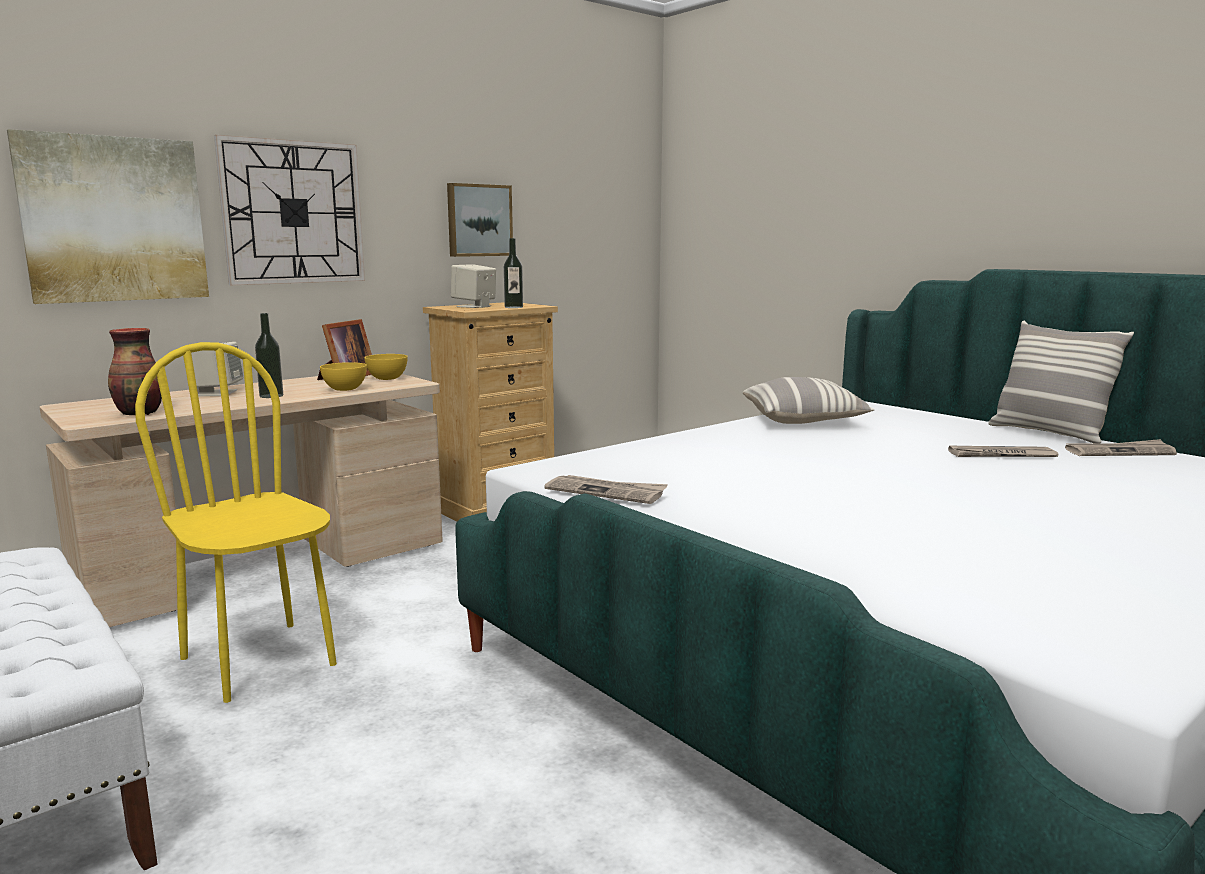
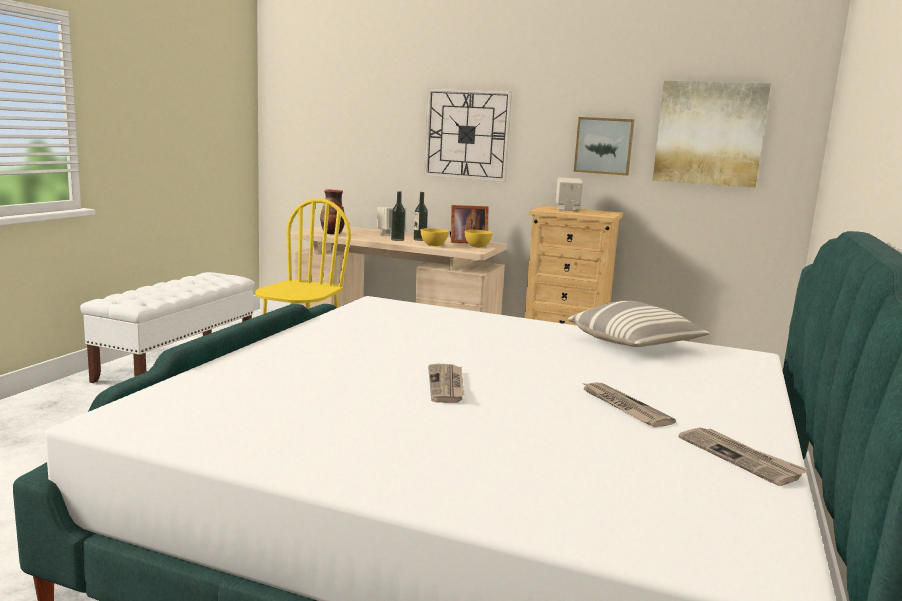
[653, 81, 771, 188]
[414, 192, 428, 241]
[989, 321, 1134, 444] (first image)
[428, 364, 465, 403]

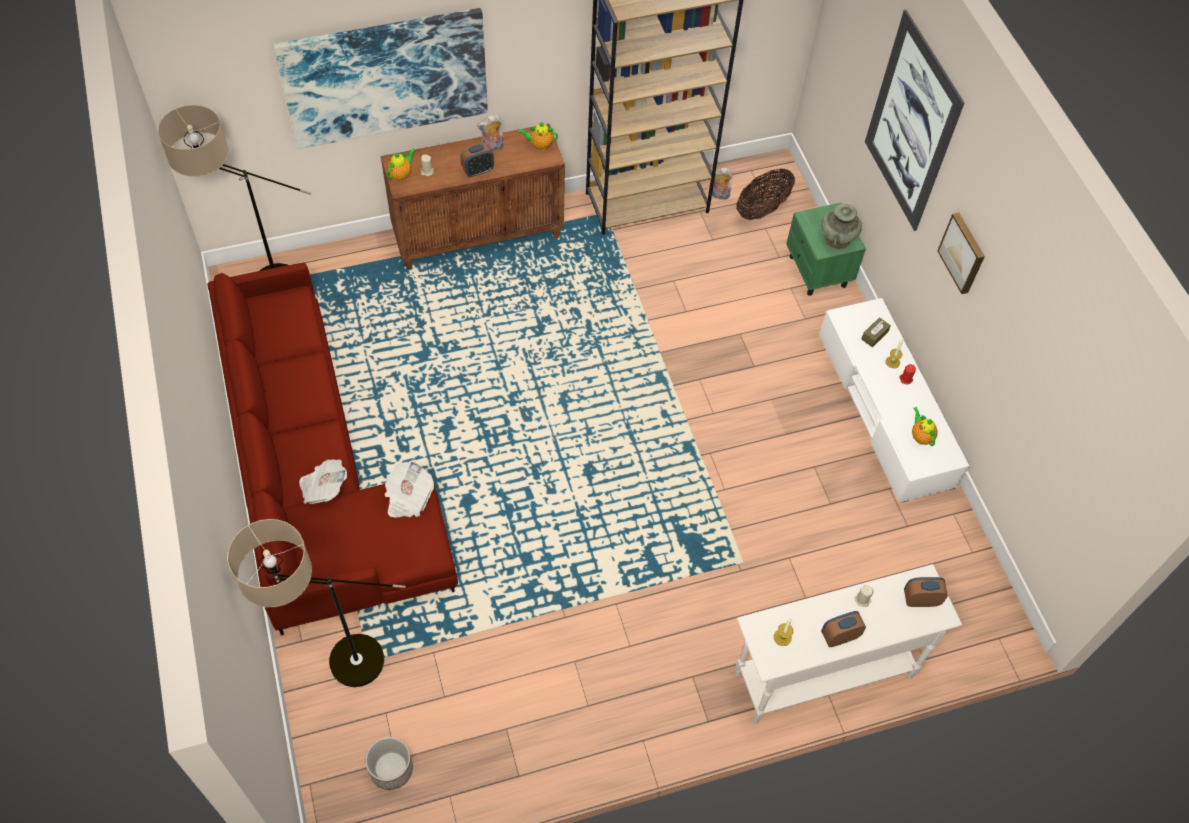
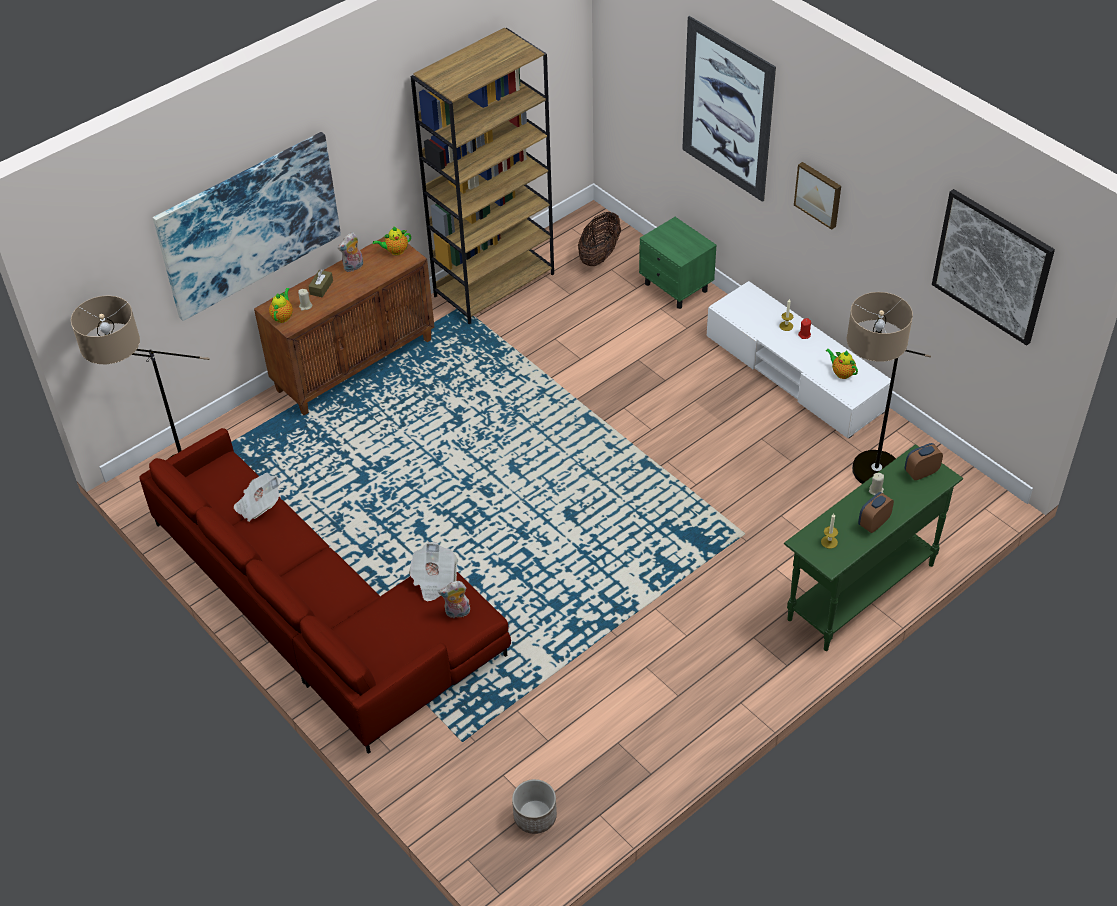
[460, 143, 494, 177] (first image)
[439, 581, 470, 618]
[821, 204, 862, 250] (first image)
[308, 269, 333, 297]
[234, 473, 281, 522]
[846, 292, 931, 484]
[784, 444, 963, 651]
[932, 189, 1055, 346]

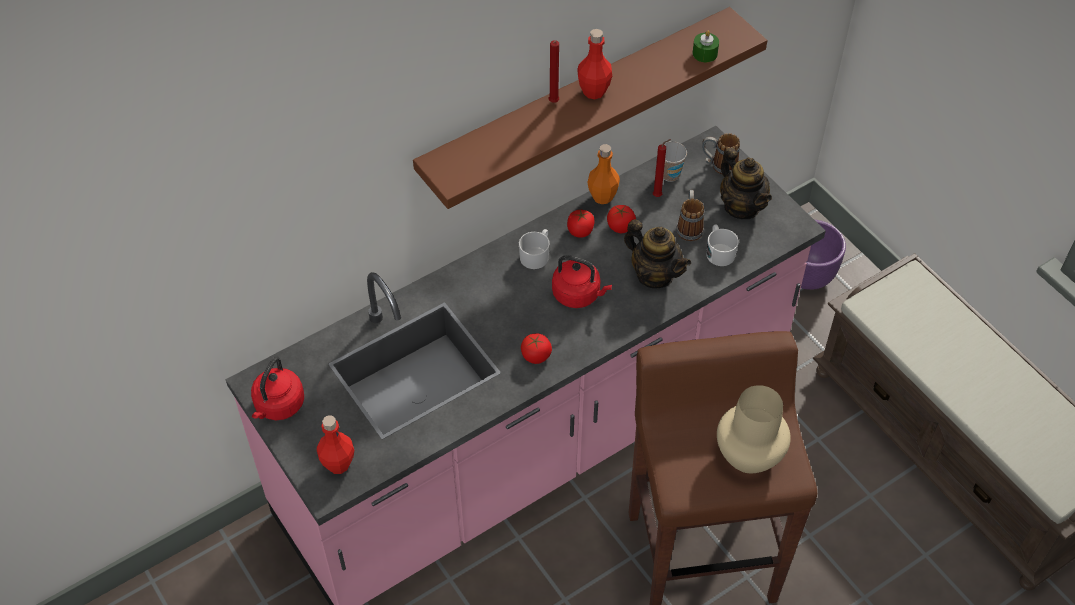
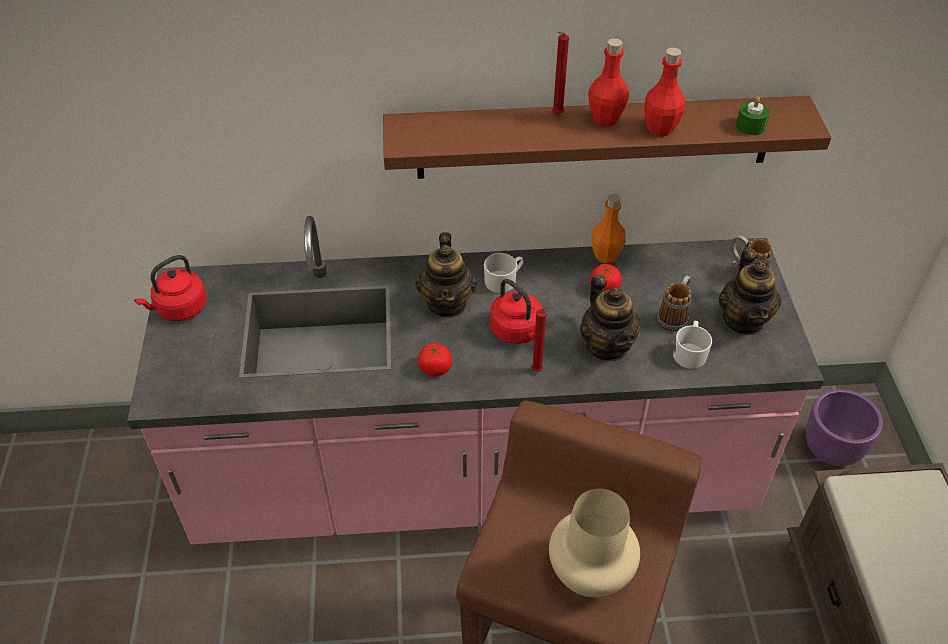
[531, 307, 553, 372]
[663, 141, 687, 182] (first image)
[567, 210, 595, 238] (first image)
[644, 48, 685, 136]
[415, 233, 477, 318]

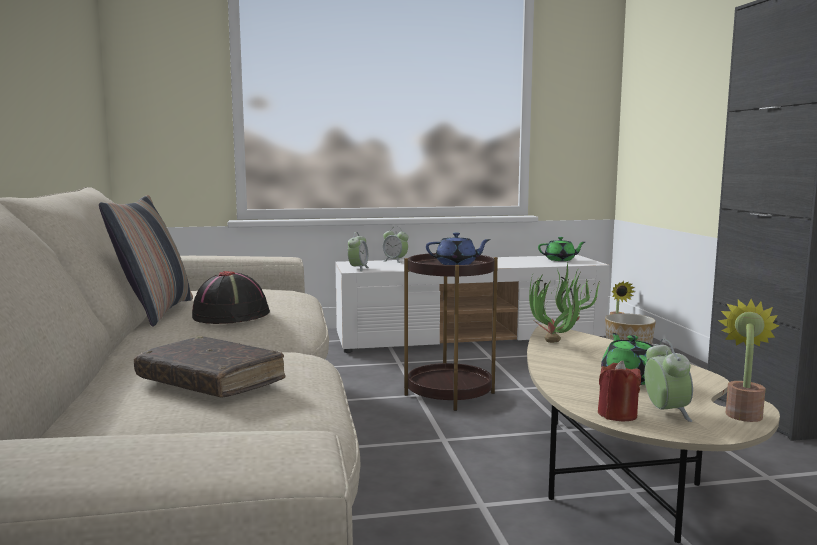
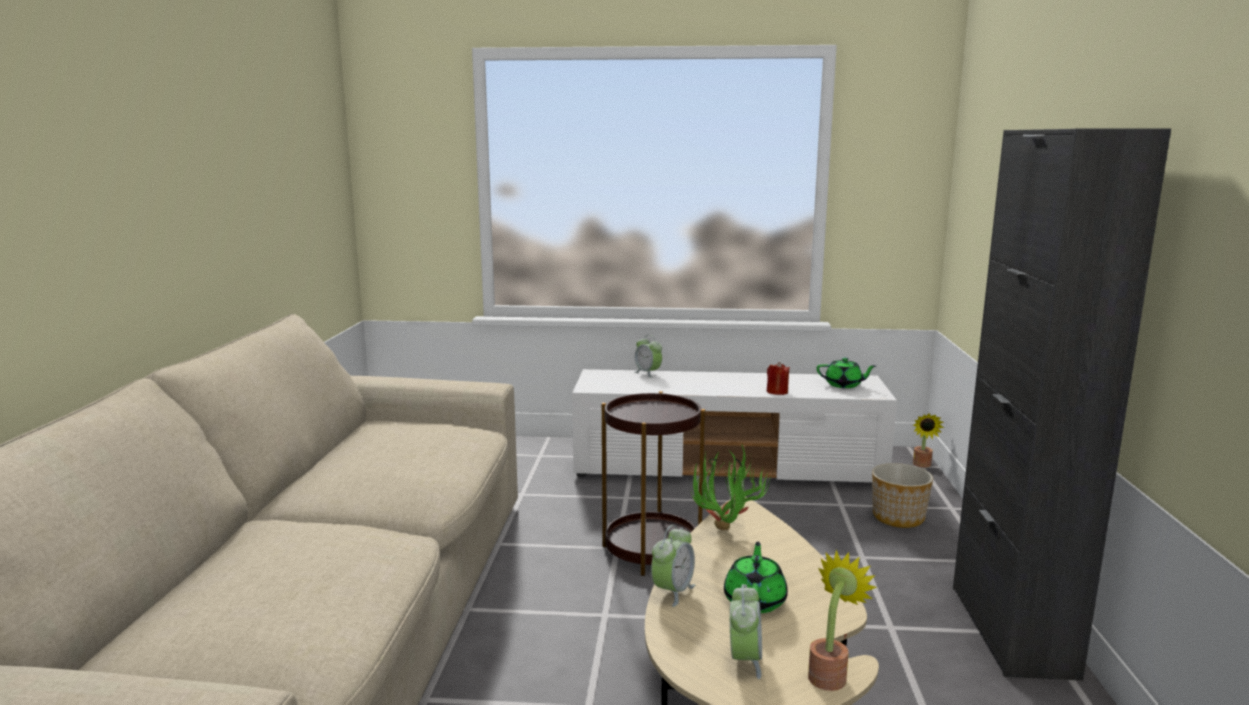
[99, 195, 193, 327] (first image)
[651, 525, 695, 607]
[426, 232, 491, 265] (first image)
[192, 271, 270, 324] (first image)
[134, 336, 286, 398] (first image)
[766, 362, 790, 395]

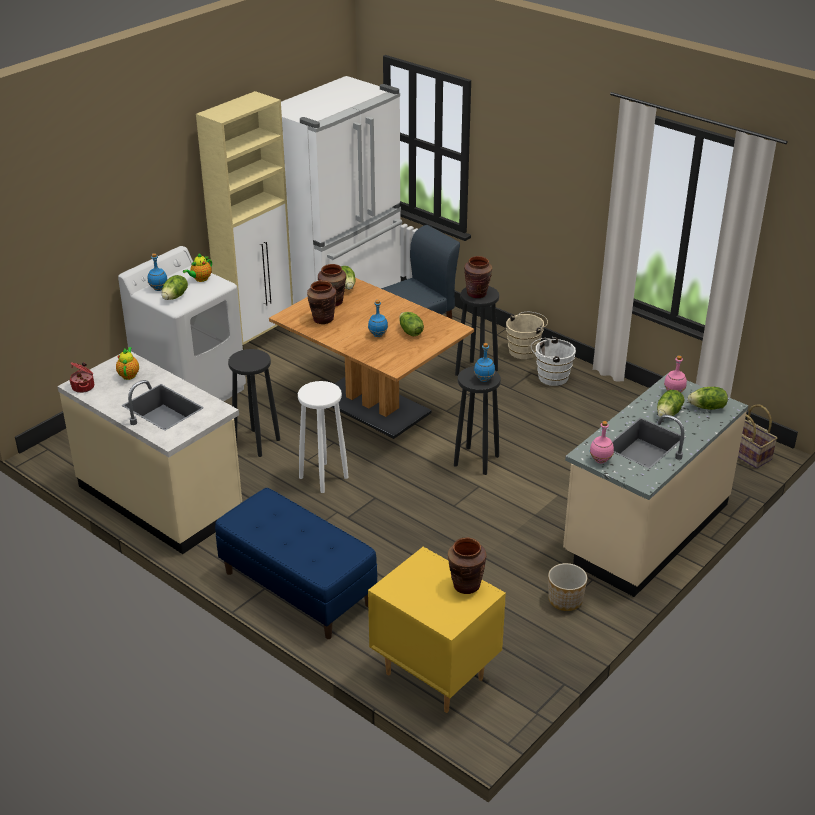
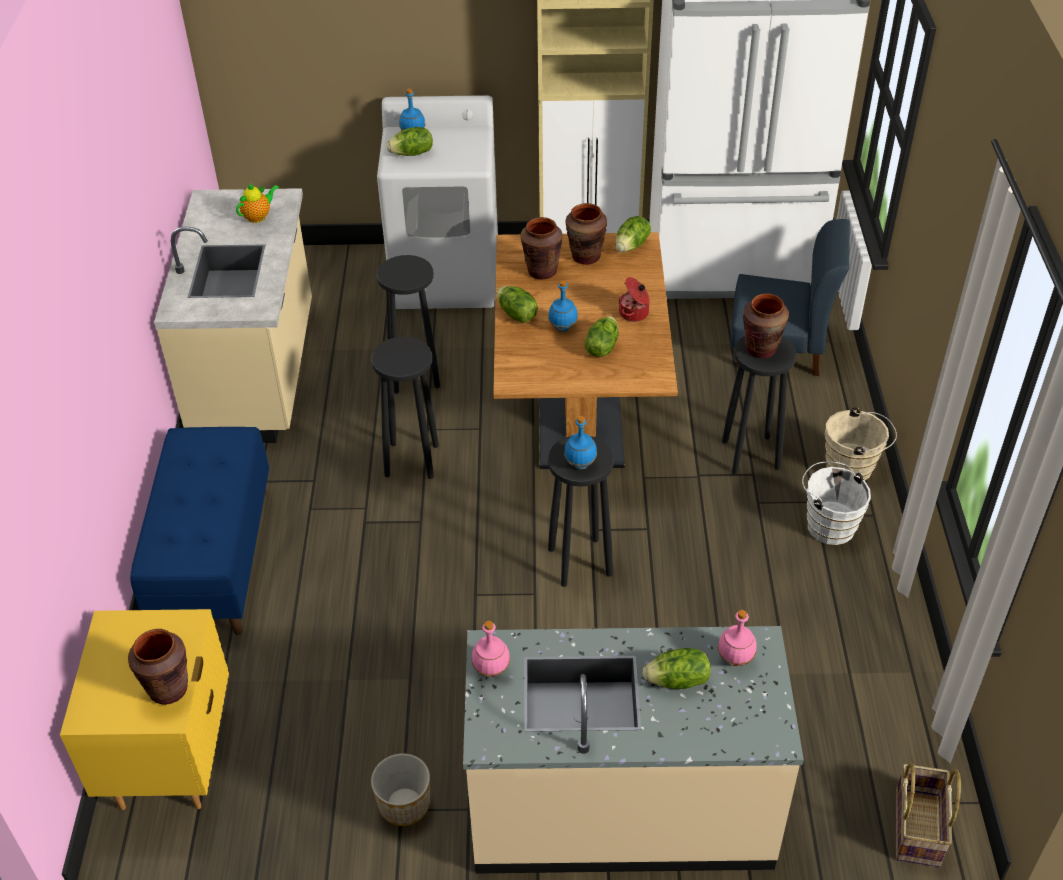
[183, 253, 212, 282] (first image)
[618, 277, 650, 322]
[371, 337, 439, 479]
[497, 286, 538, 323]

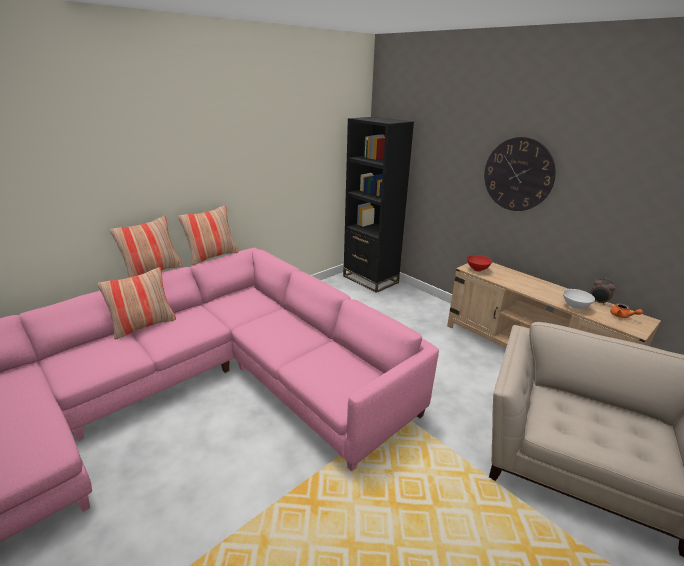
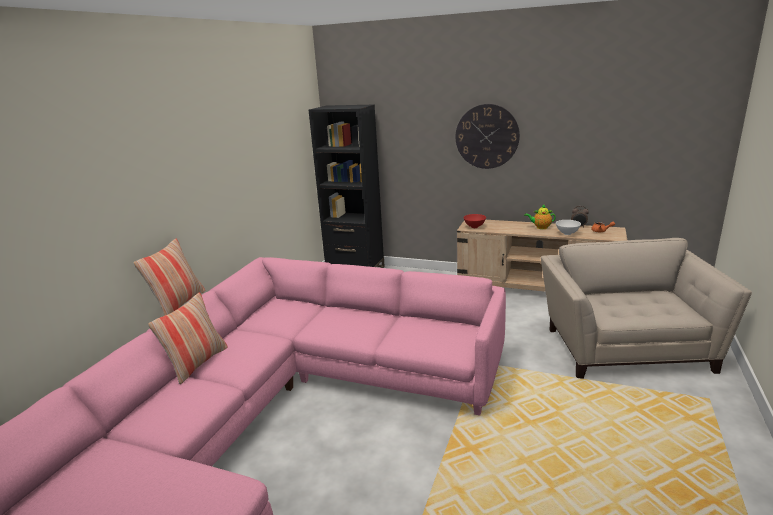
[178, 206, 239, 265] (first image)
[524, 204, 556, 229]

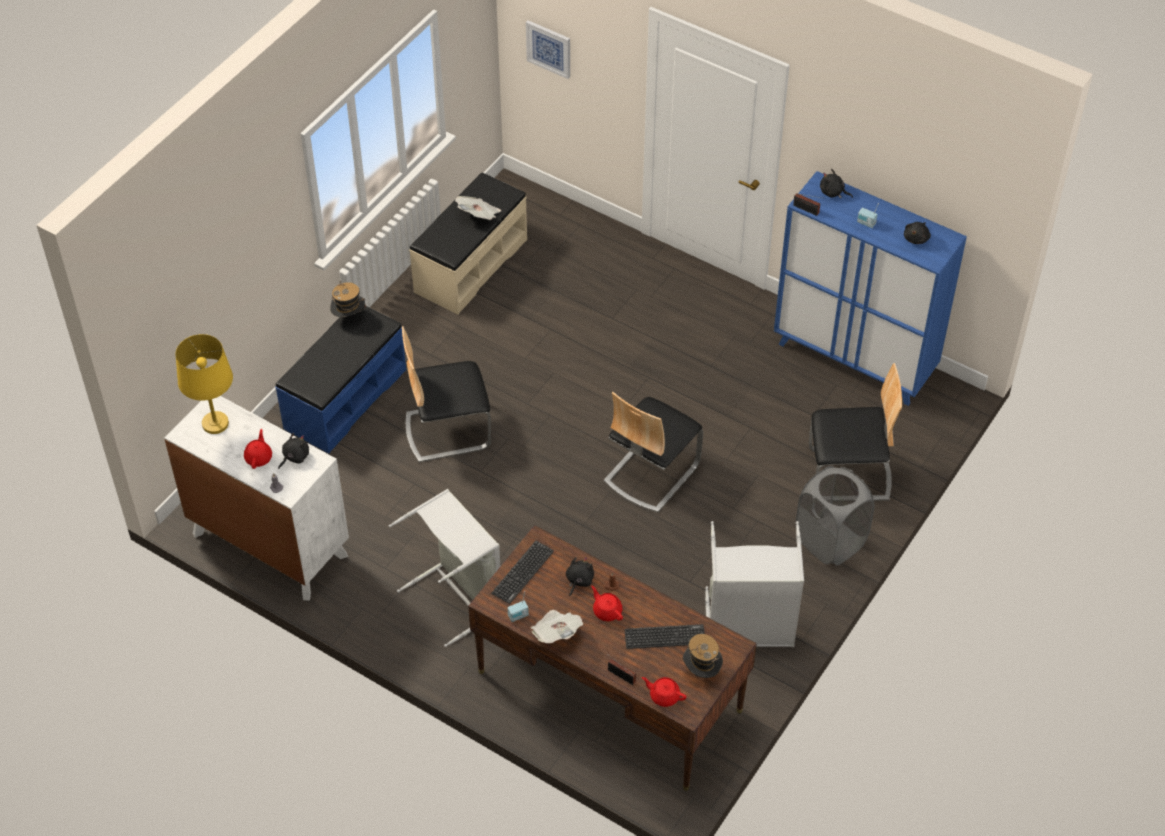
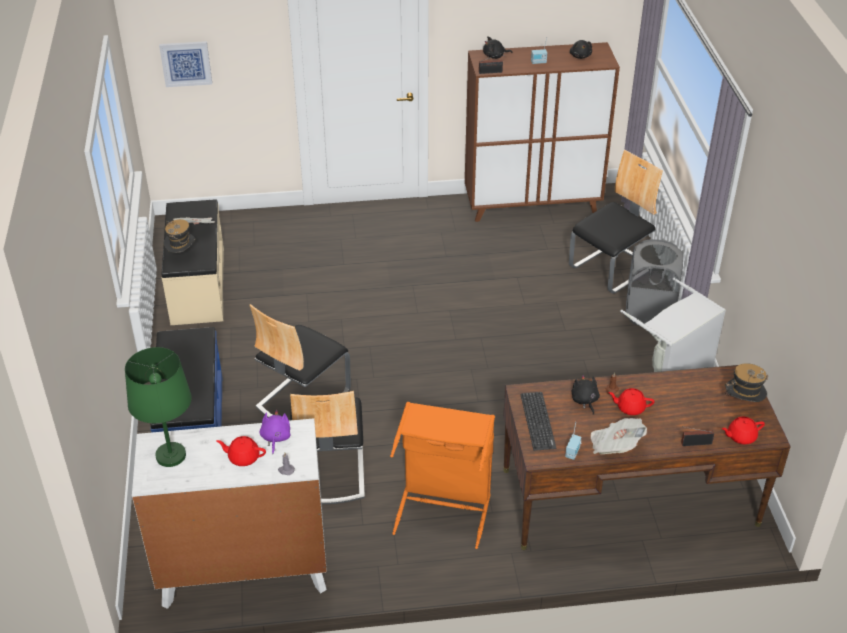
[465, 42, 620, 222]
[163, 219, 196, 253]
[125, 347, 192, 467]
[290, 391, 365, 504]
[216, 436, 266, 466]
[260, 410, 290, 454]
[390, 402, 495, 549]
[625, 624, 705, 649] (first image)

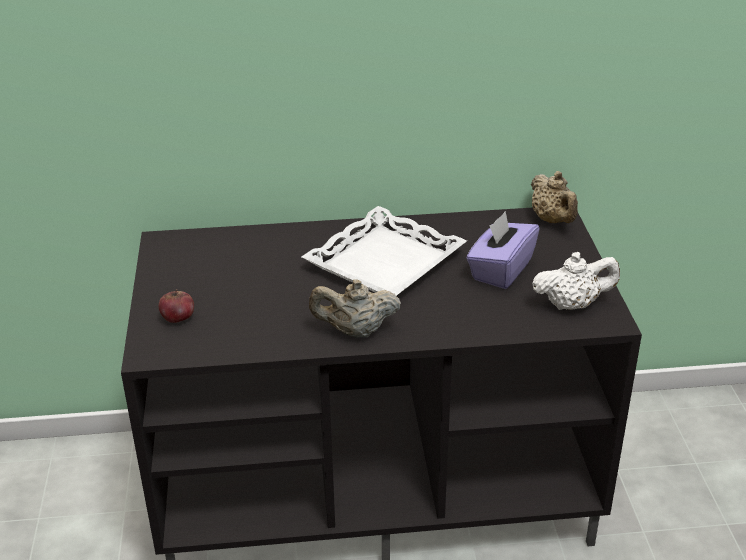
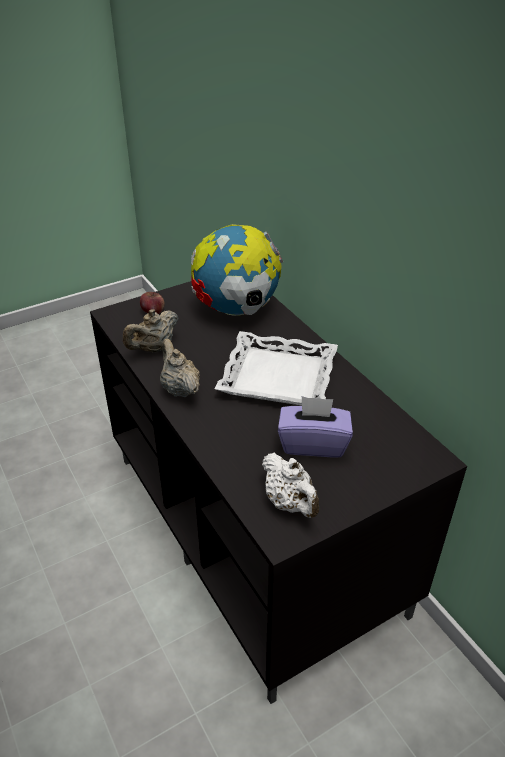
[123, 309, 179, 352]
[191, 224, 283, 316]

